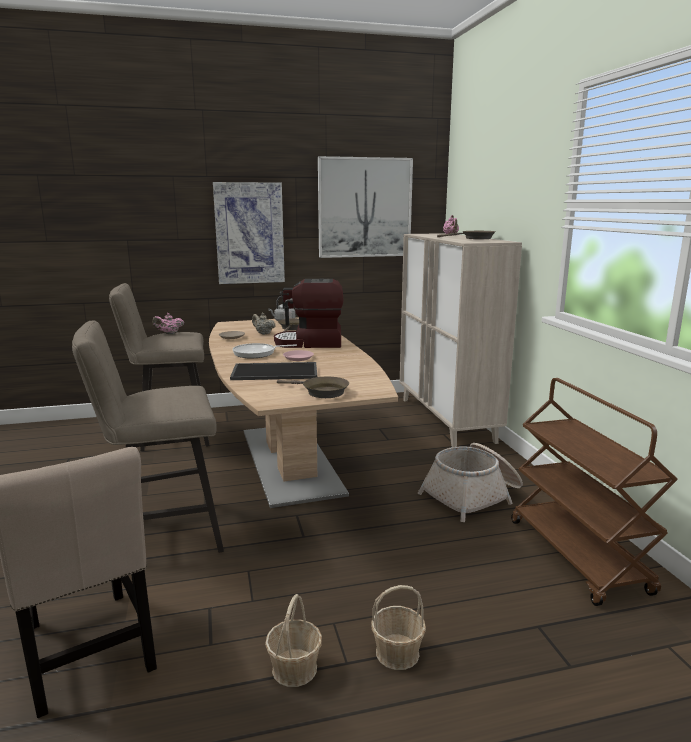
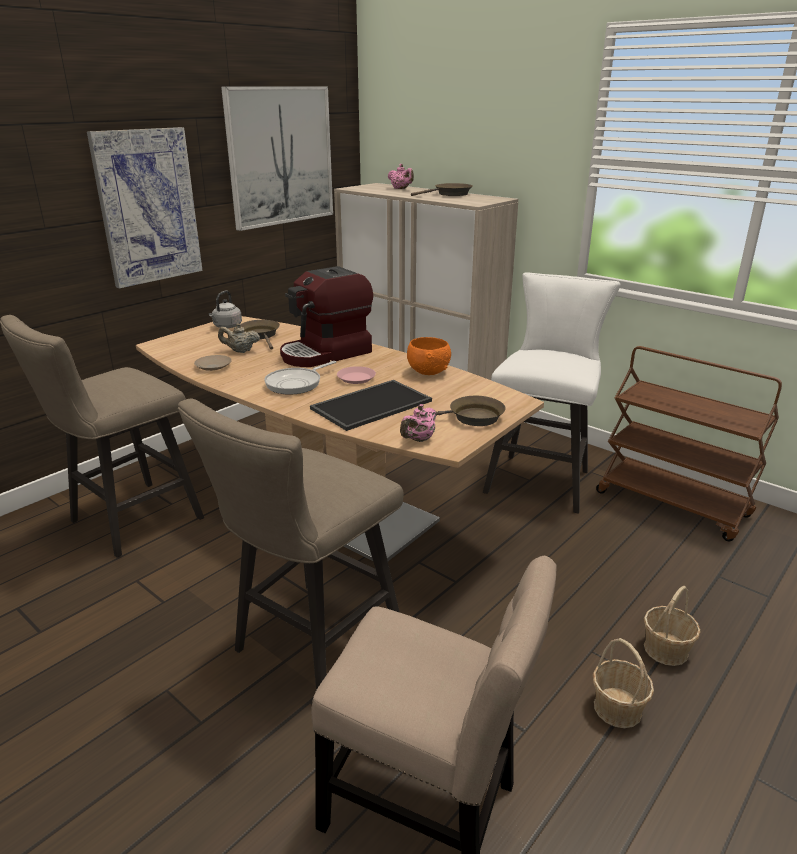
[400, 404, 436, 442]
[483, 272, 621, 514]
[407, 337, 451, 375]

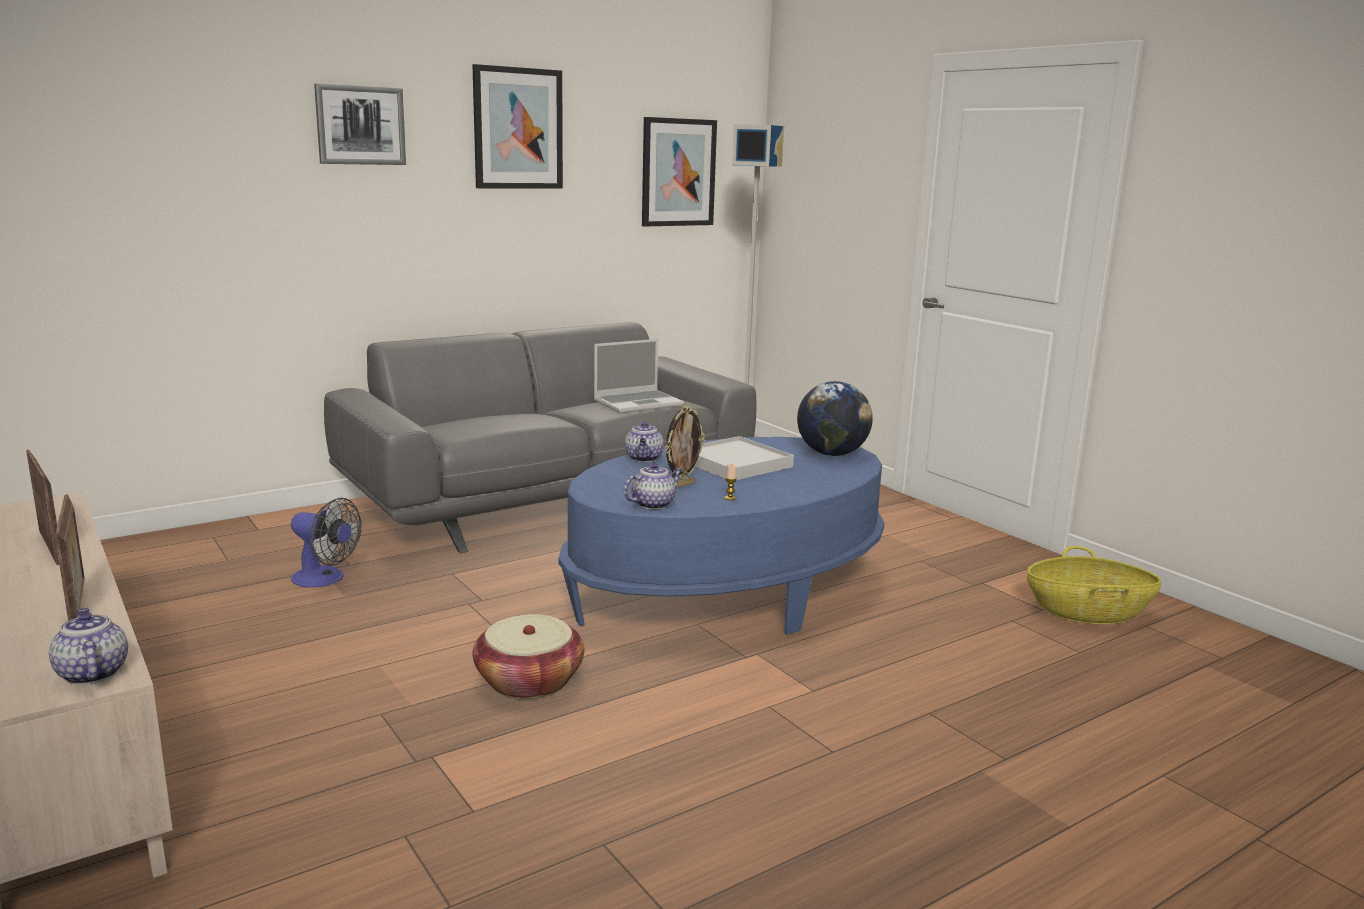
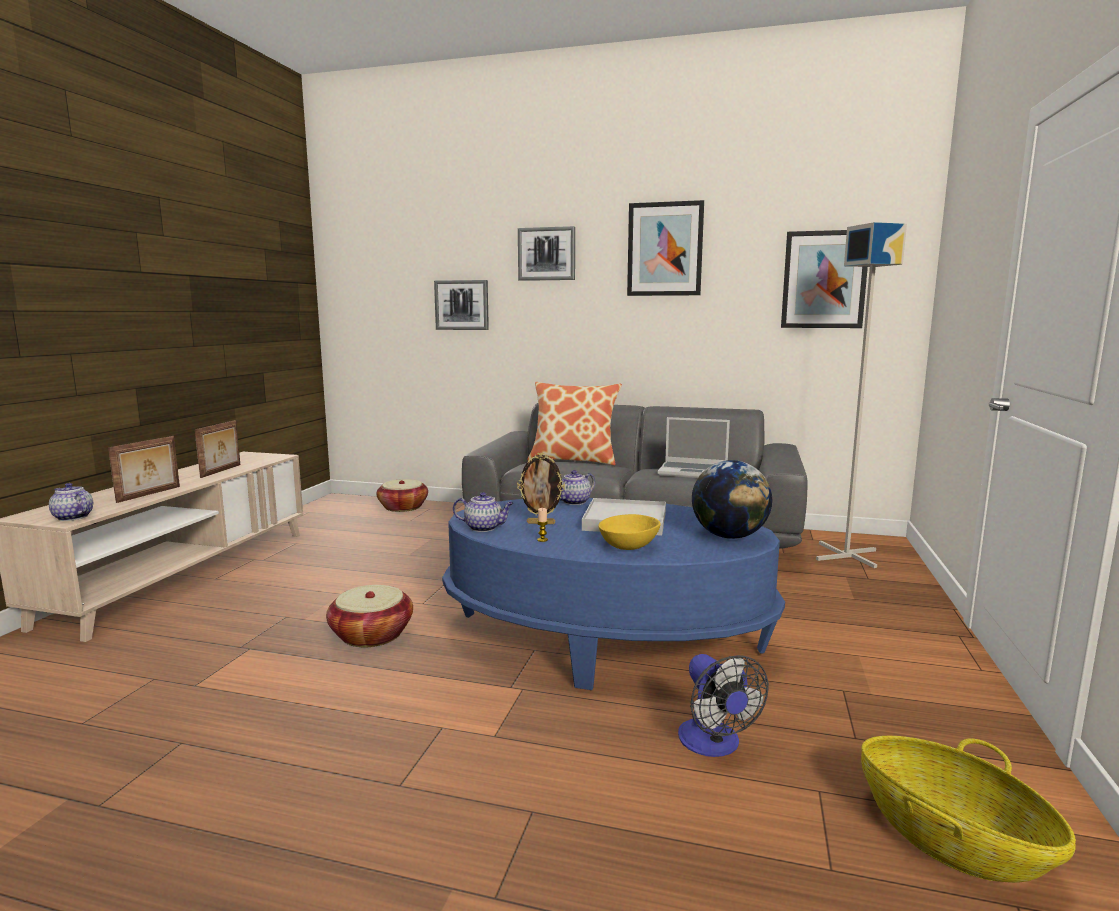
[678, 654, 769, 757]
[49, 483, 93, 521]
[434, 280, 489, 330]
[527, 382, 622, 465]
[376, 479, 428, 512]
[598, 514, 661, 550]

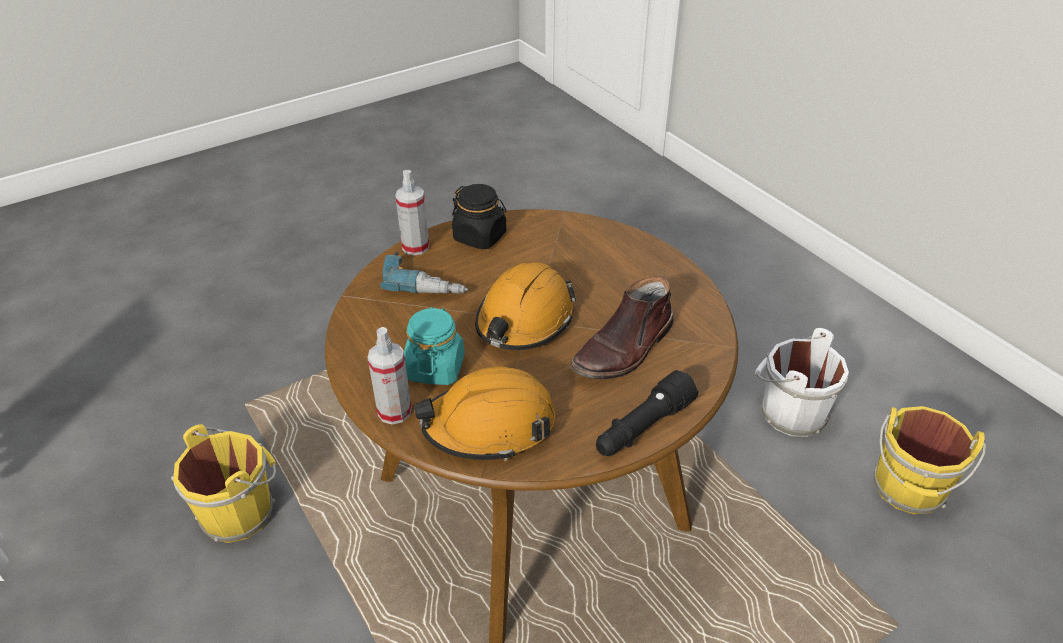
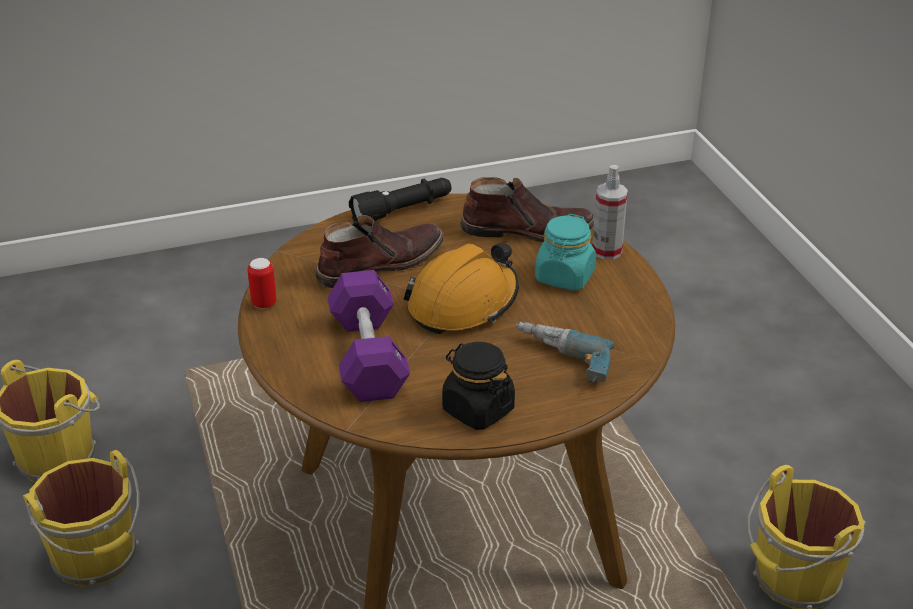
[395, 170, 429, 255] (first image)
[23, 450, 140, 587]
[460, 177, 594, 242]
[247, 258, 277, 309]
[328, 270, 410, 402]

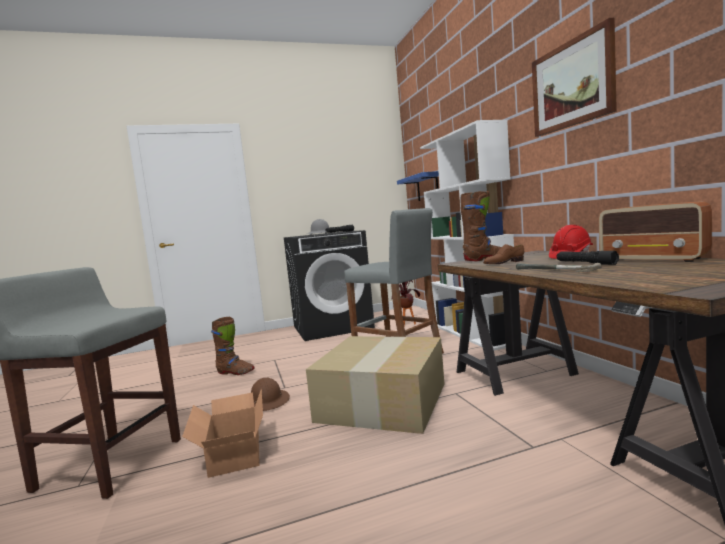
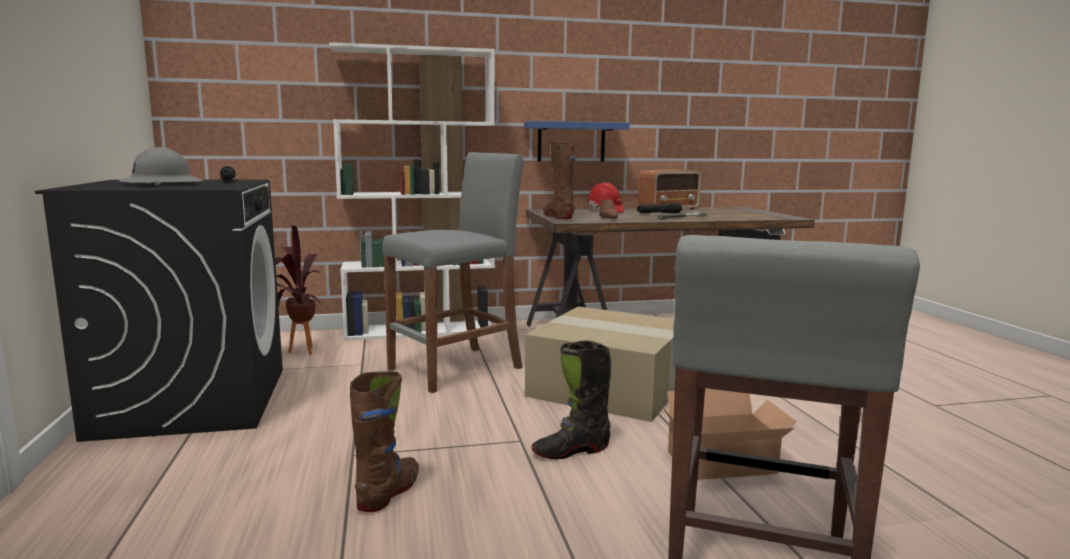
[532, 18, 617, 137] (first image)
[524, 121, 629, 162]
[532, 341, 611, 459]

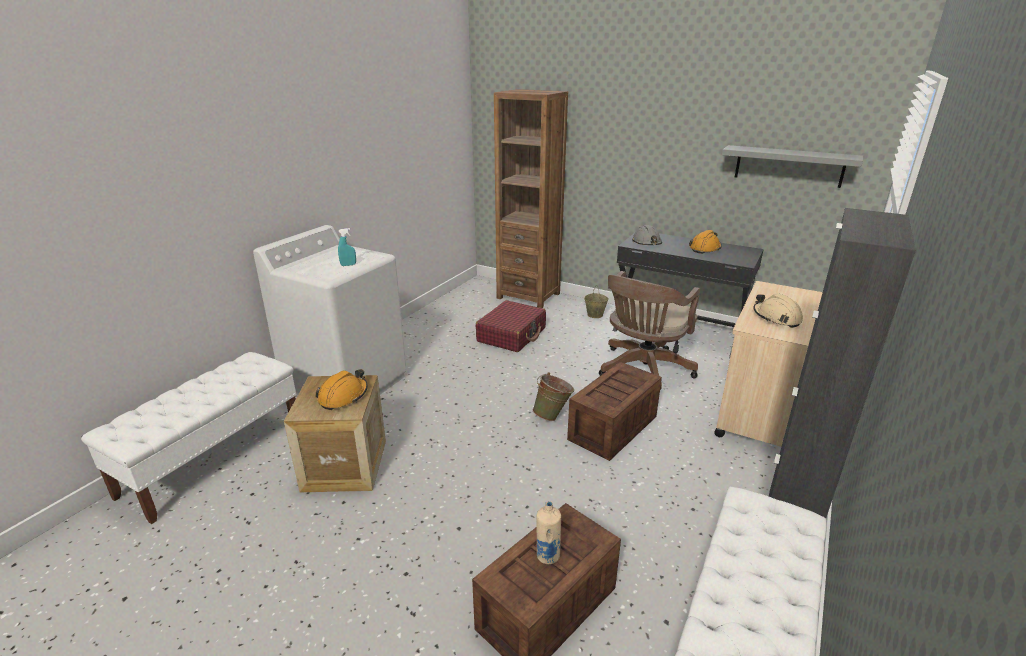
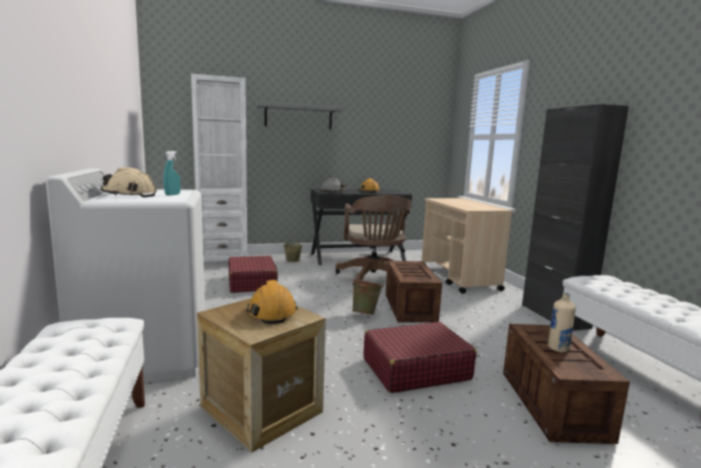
[191, 74, 247, 262]
[256, 102, 344, 130]
[101, 168, 157, 197]
[364, 322, 477, 393]

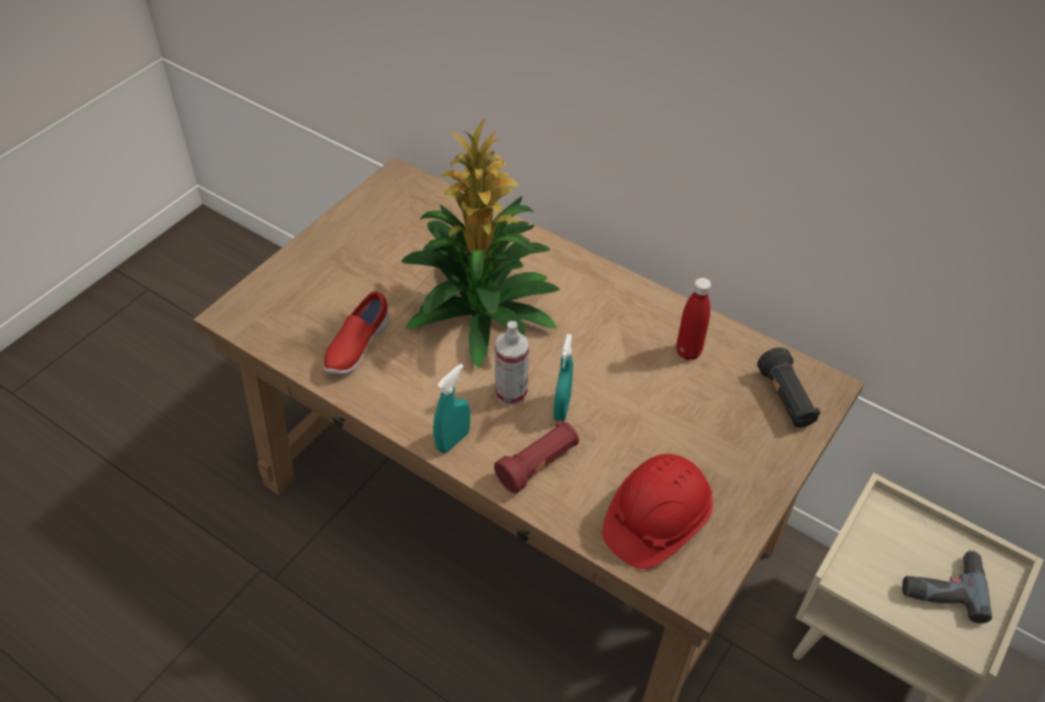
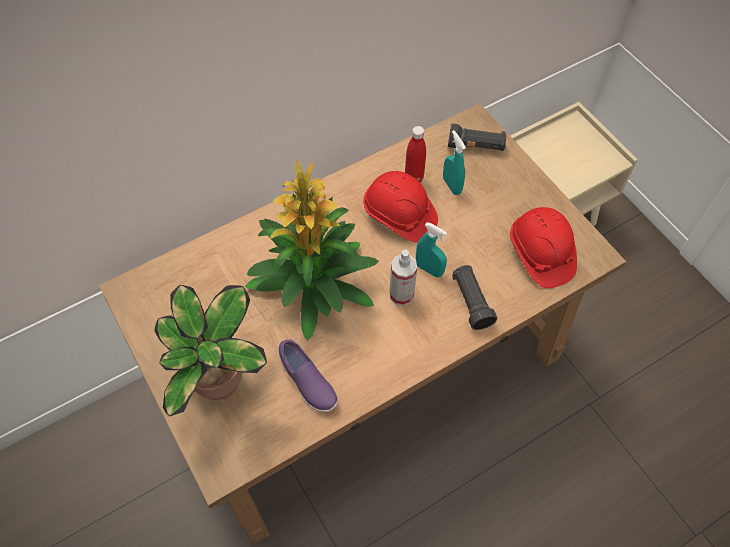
[279, 339, 338, 412]
[443, 131, 466, 195]
[452, 265, 497, 330]
[902, 550, 992, 623] (first image)
[363, 171, 438, 243]
[154, 285, 267, 417]

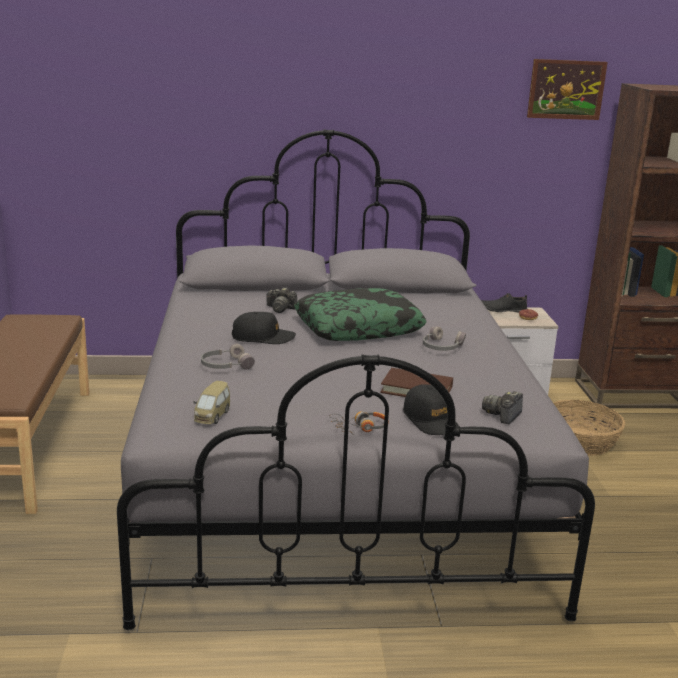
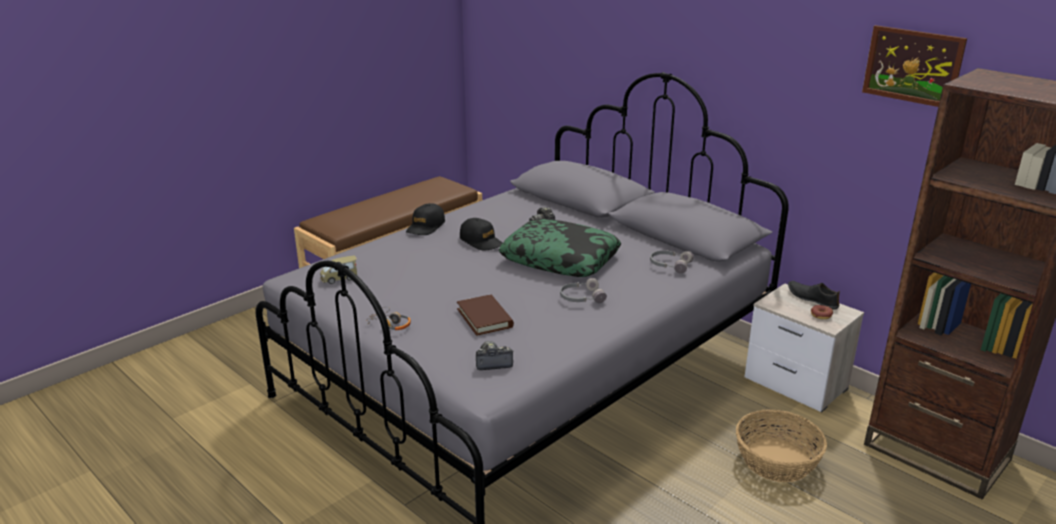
[650, 250, 694, 273]
[406, 203, 445, 235]

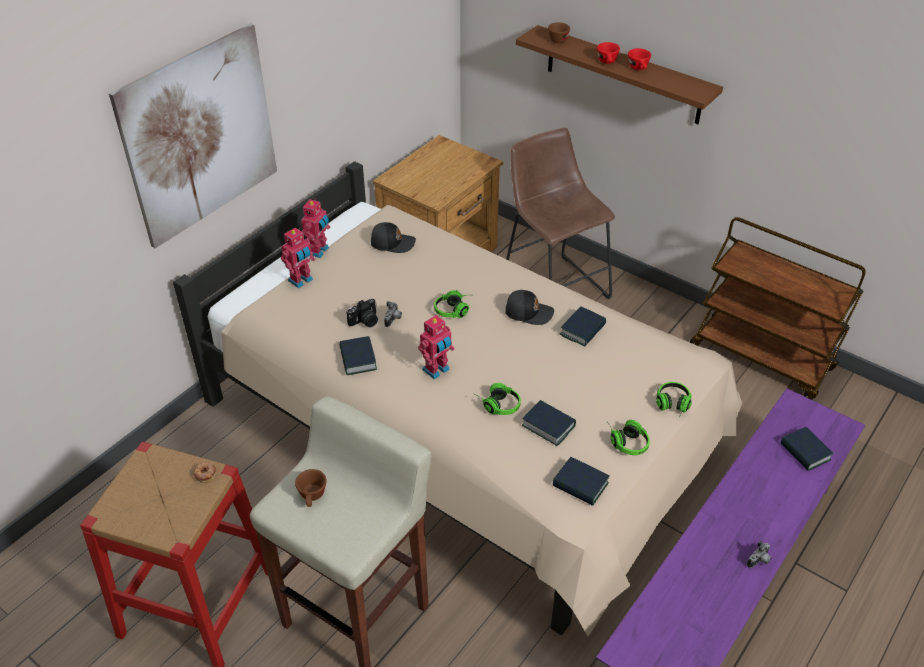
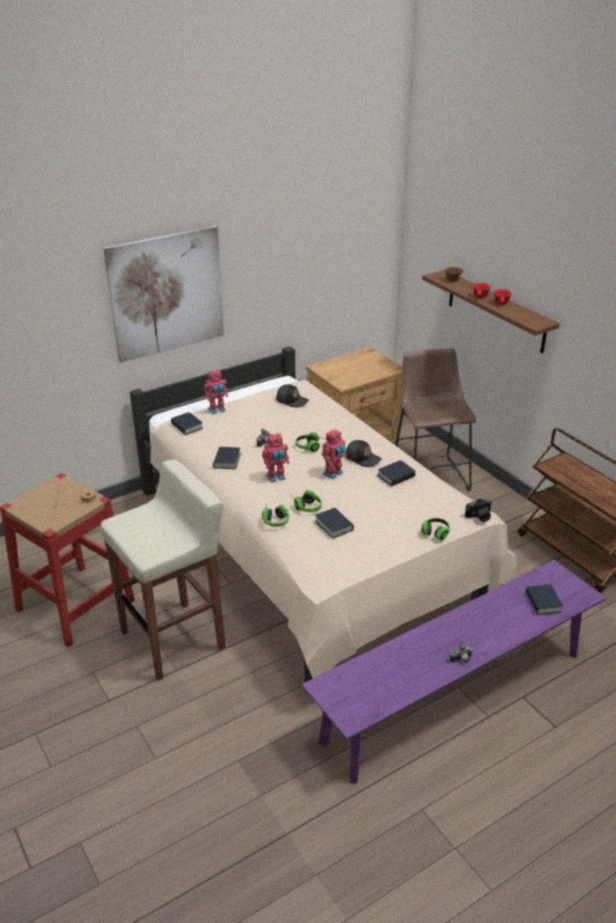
[322, 429, 347, 479]
[465, 499, 492, 522]
[262, 505, 289, 527]
[171, 412, 203, 435]
[295, 469, 327, 507] (first image)

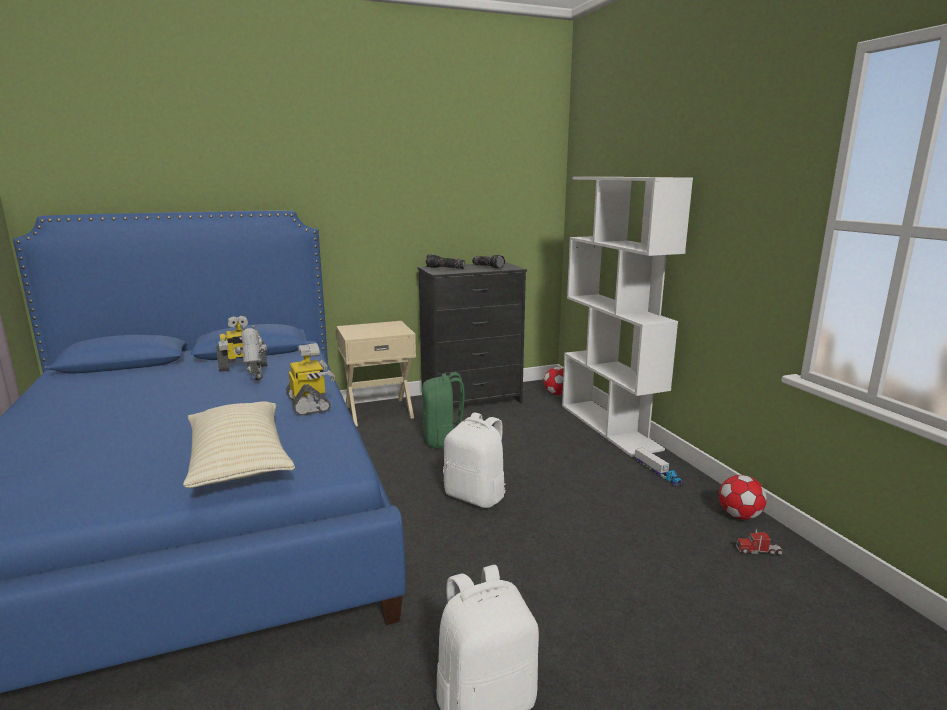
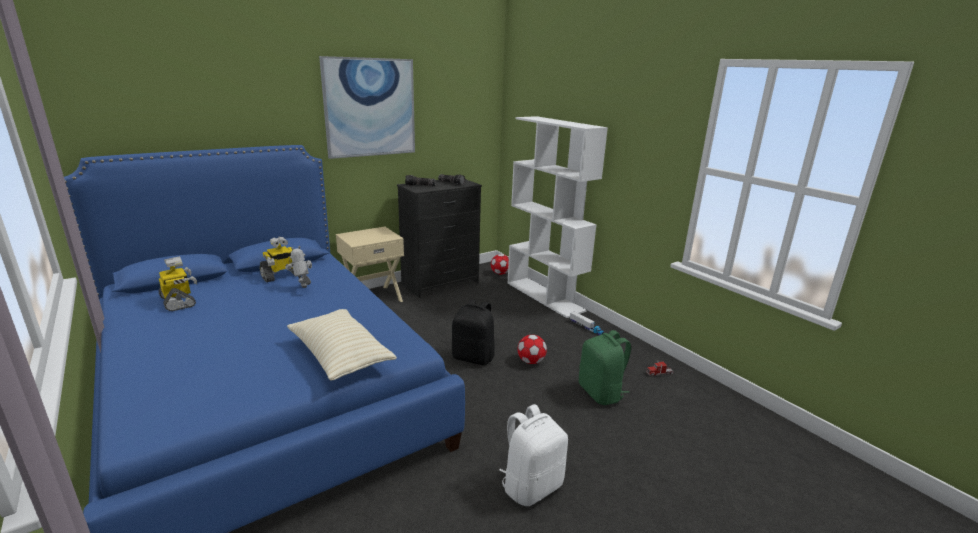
[158, 256, 197, 311]
[579, 330, 631, 405]
[451, 299, 495, 365]
[517, 335, 547, 364]
[319, 56, 415, 159]

